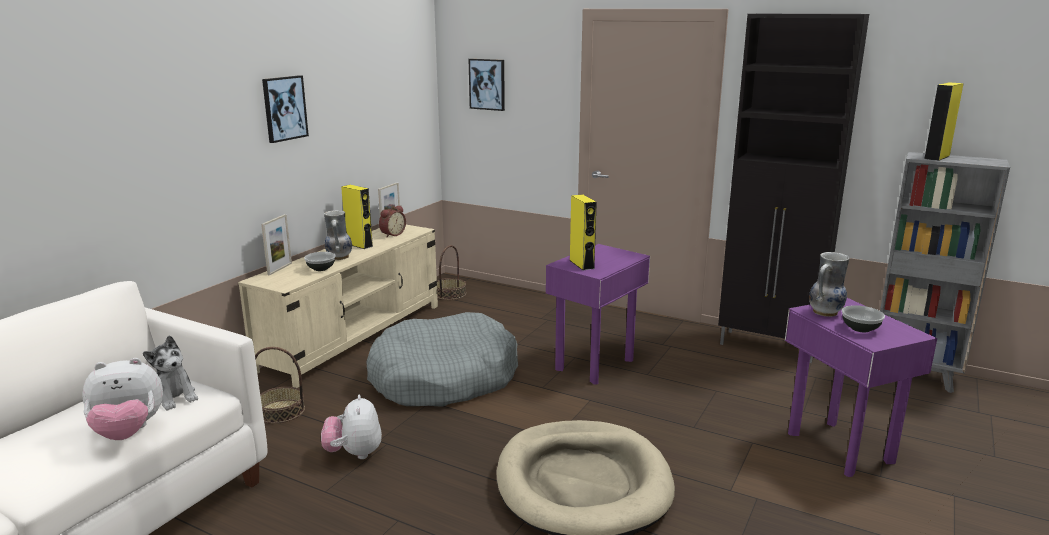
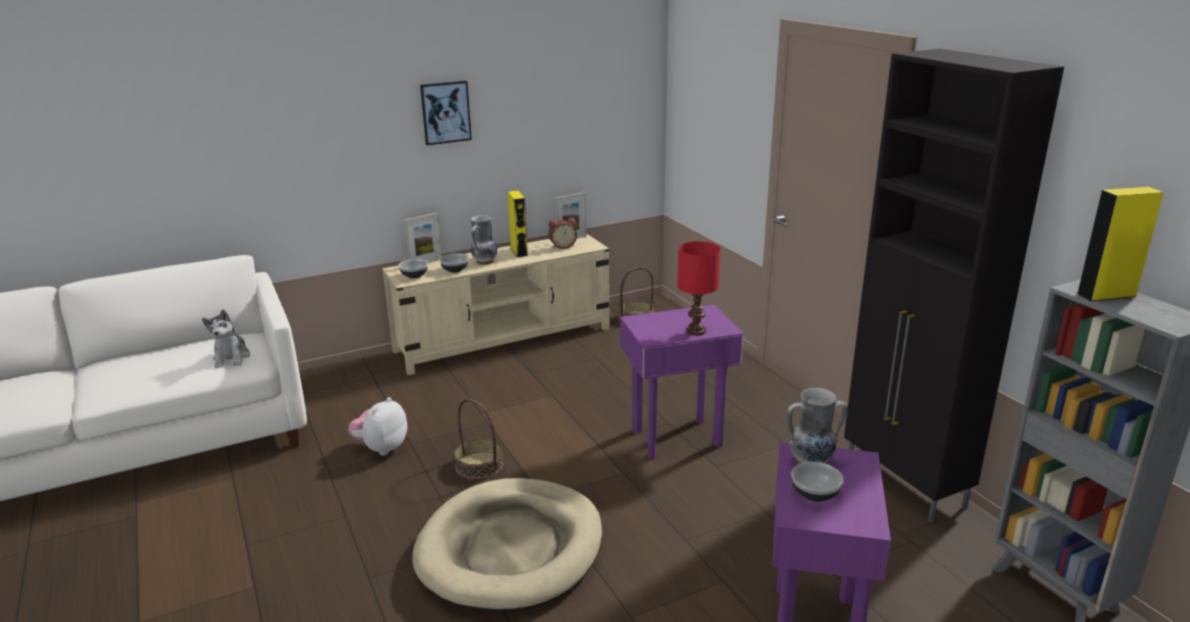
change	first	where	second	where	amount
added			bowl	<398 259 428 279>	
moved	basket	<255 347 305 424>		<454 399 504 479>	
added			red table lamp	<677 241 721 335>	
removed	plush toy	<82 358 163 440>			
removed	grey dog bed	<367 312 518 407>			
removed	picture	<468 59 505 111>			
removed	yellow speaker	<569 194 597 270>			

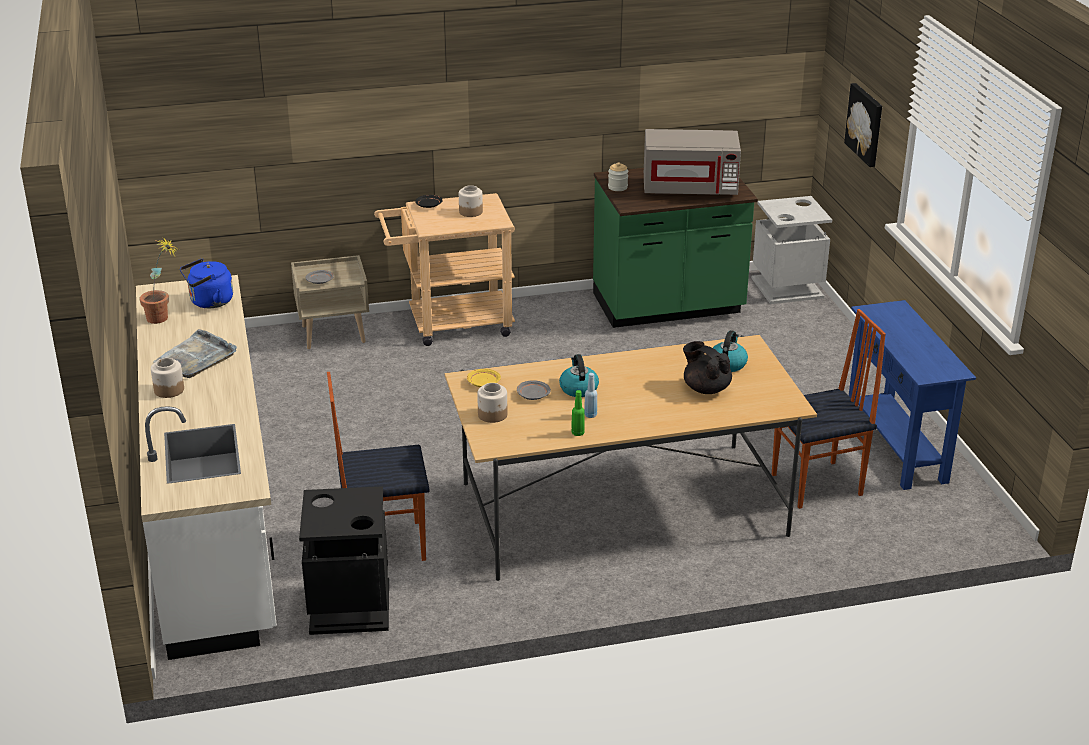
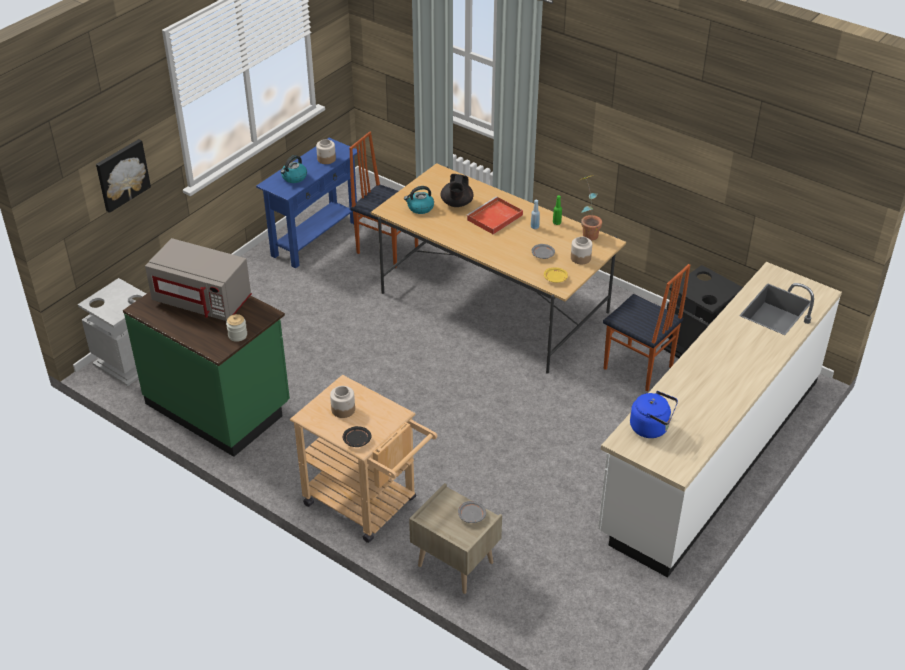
change	first	where	second	where	amount
turned	grey microwave	<644 129 741 195>		<145 238 252 321>	150 degrees clockwise
moved	kettle	<559 354 599 397>		<281 155 307 183>	
moved	jar	<151 358 184 398>		<316 139 336 164>	
added			red tray	<466 196 523 234>	
moved	potted plant	<139 237 179 324>		<579 175 602 240>	
removed	grey tray	<153 329 237 378>			

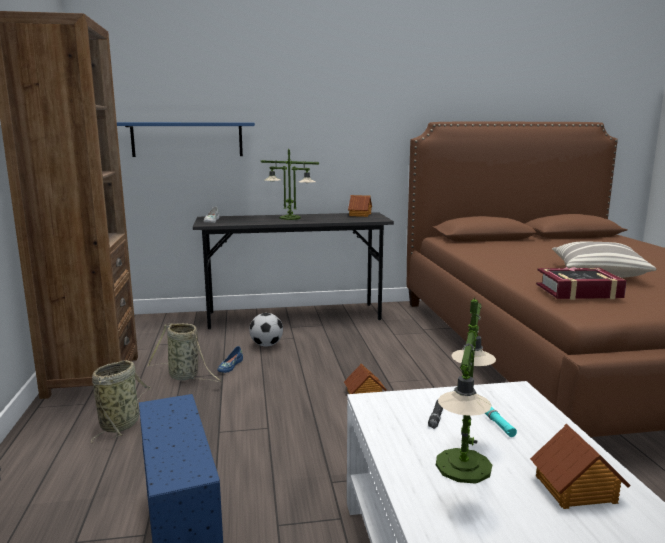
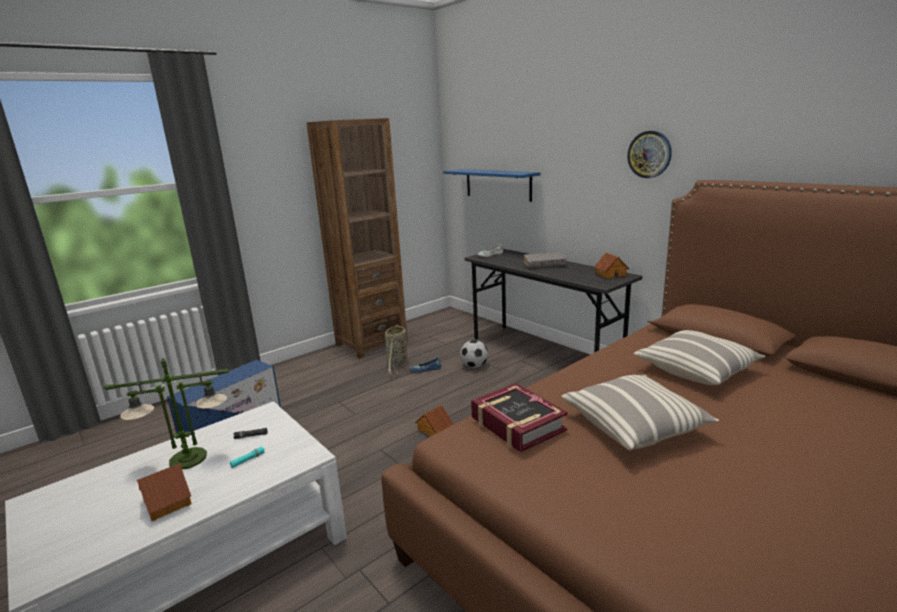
change	first	where	second	where	amount
replaced	table lamp	<261 150 319 220>	grey book	<524 252 567 267>	
added			wall clock	<627 131 672 178>	
added			pillow	<634 330 766 385>	
removed	basket	<91 360 151 443>			

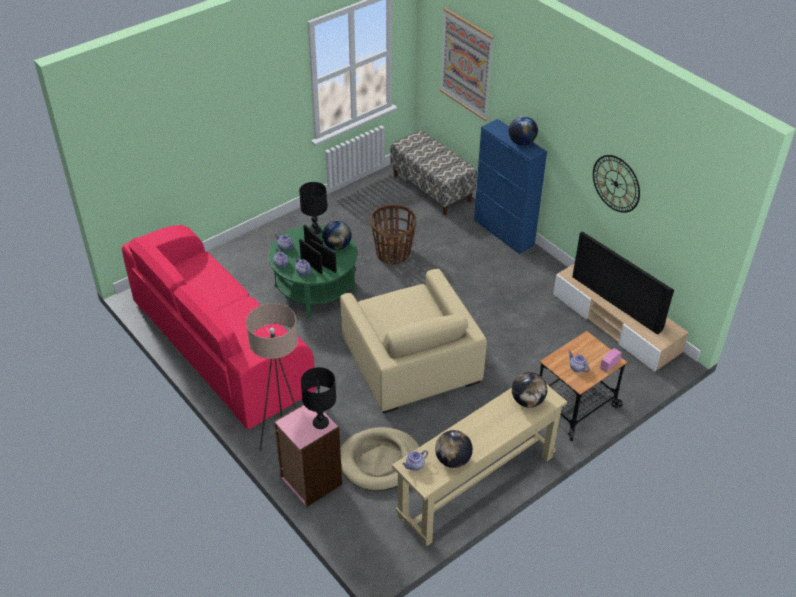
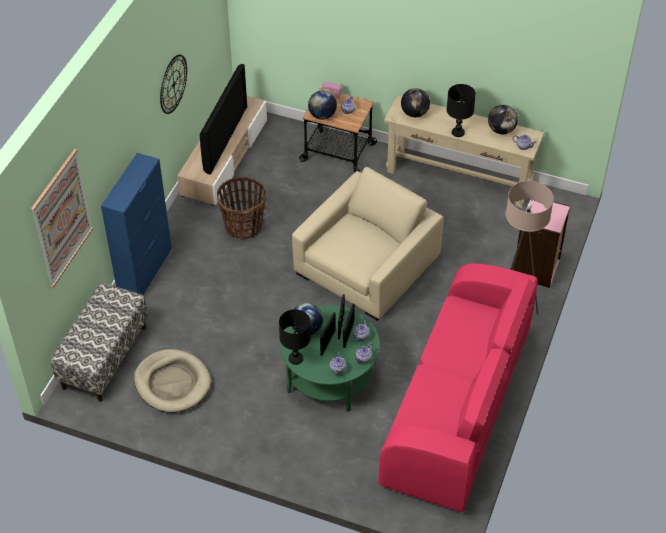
change	first	where	second	where	amount
moved	beige dog bed	<340 427 419 491>		<134 349 211 413>	
moved	basket	<370 205 416 265>		<217 177 267 239>	
moved	globe	<509 116 538 146>		<308 91 337 120>	
moved	black table lamp	<301 367 336 429>		<447 84 476 137>	

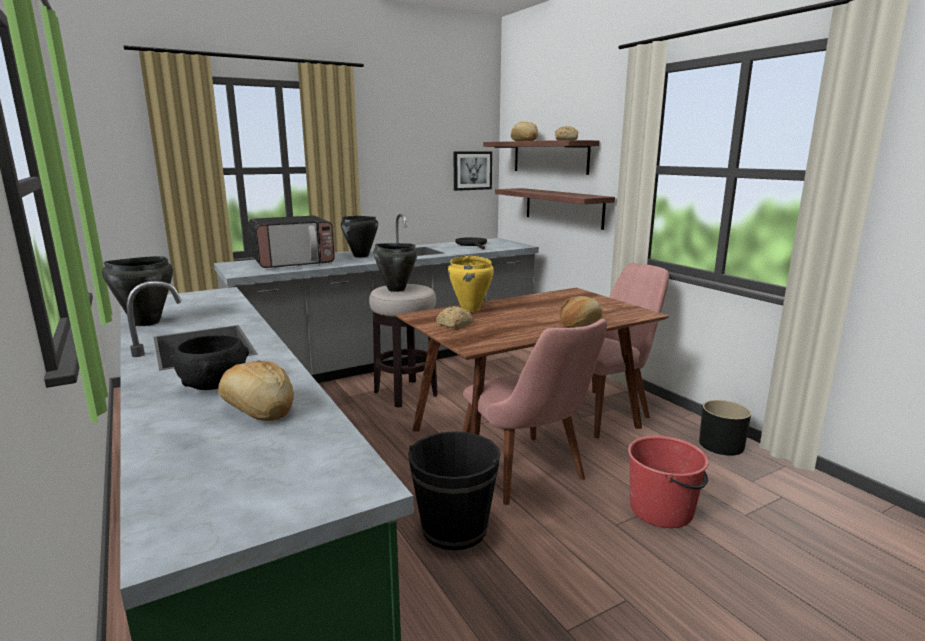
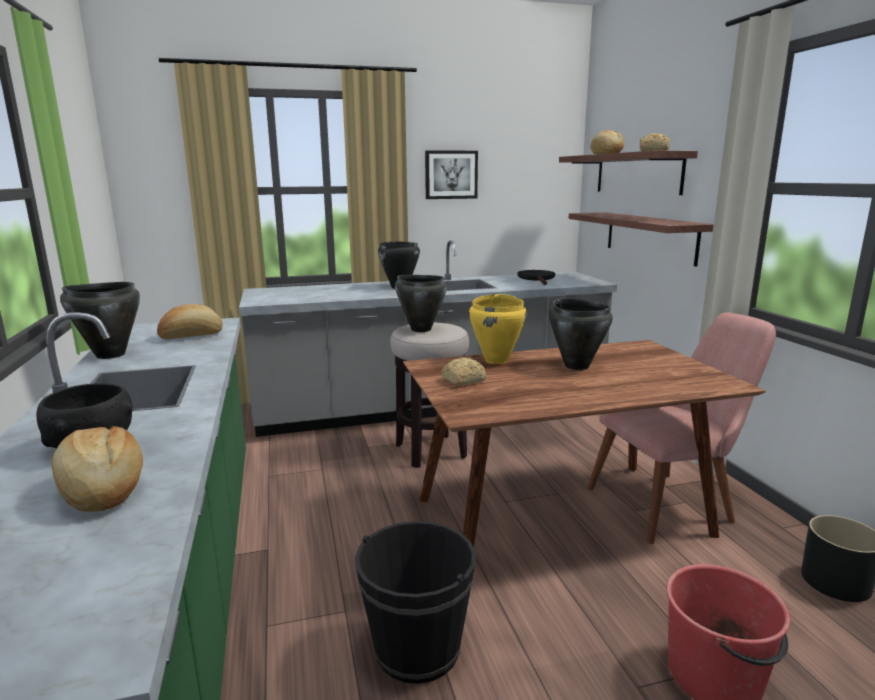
change	first	where	second	where	amount
moved	bread	<560 296 603 328>		<157 304 223 339>	
moved	picture	<454 152 492 191>		<425 150 478 199>	
added			black cooking pot	<549 298 613 370>	
removed	microwave	<248 216 335 268>			
removed	pink chair	<462 319 607 505>			

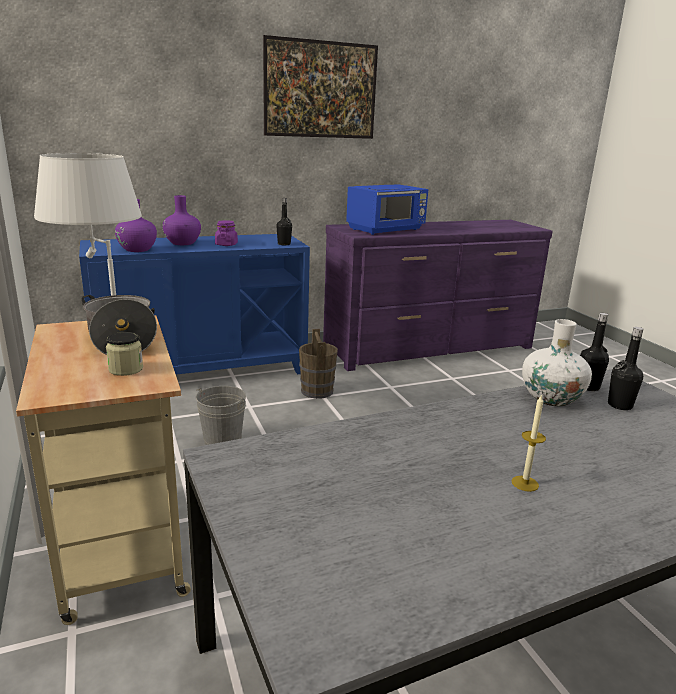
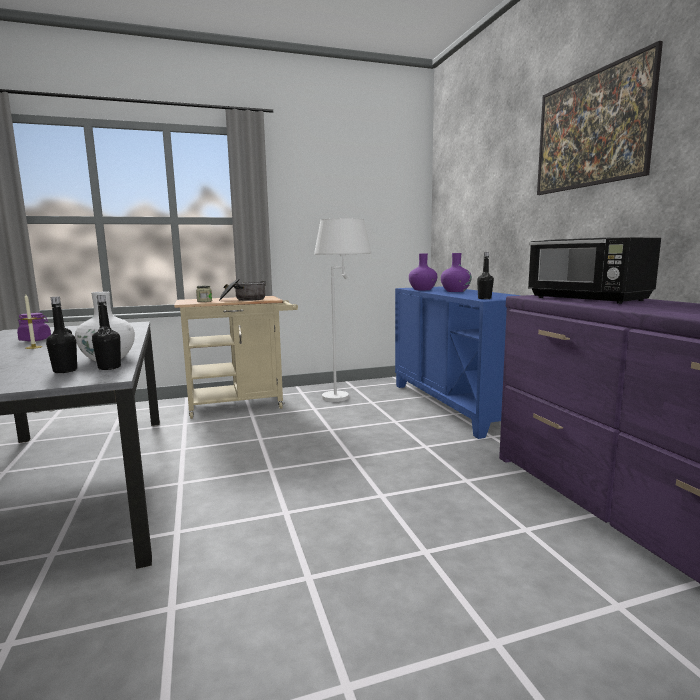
change	first	where	second	where	amount
moved	purple jar	<215 220 238 246>		<17 313 51 341>	
recoloured	blue microwave	<346 184 428 235>	black microwave	<528 237 661 304>	
removed	grey bucket	<196 386 246 445>			
removed	brown bucket	<299 329 338 399>			

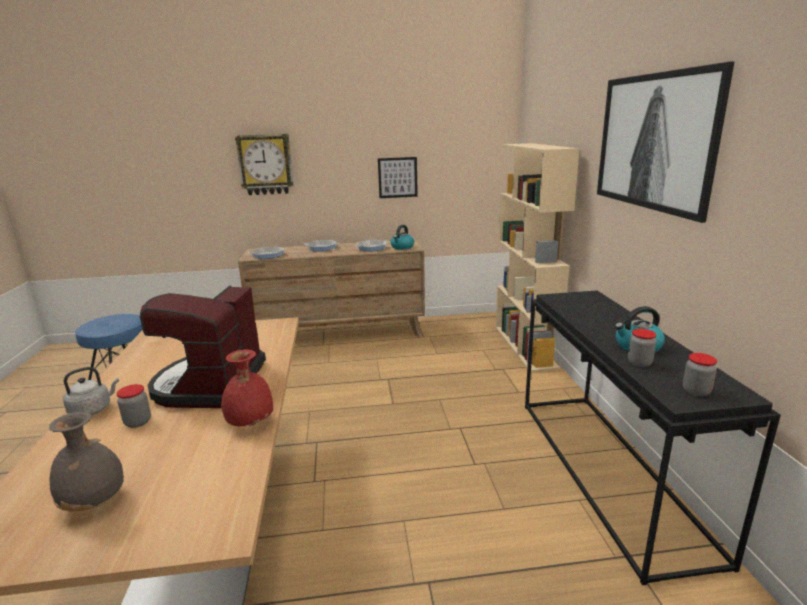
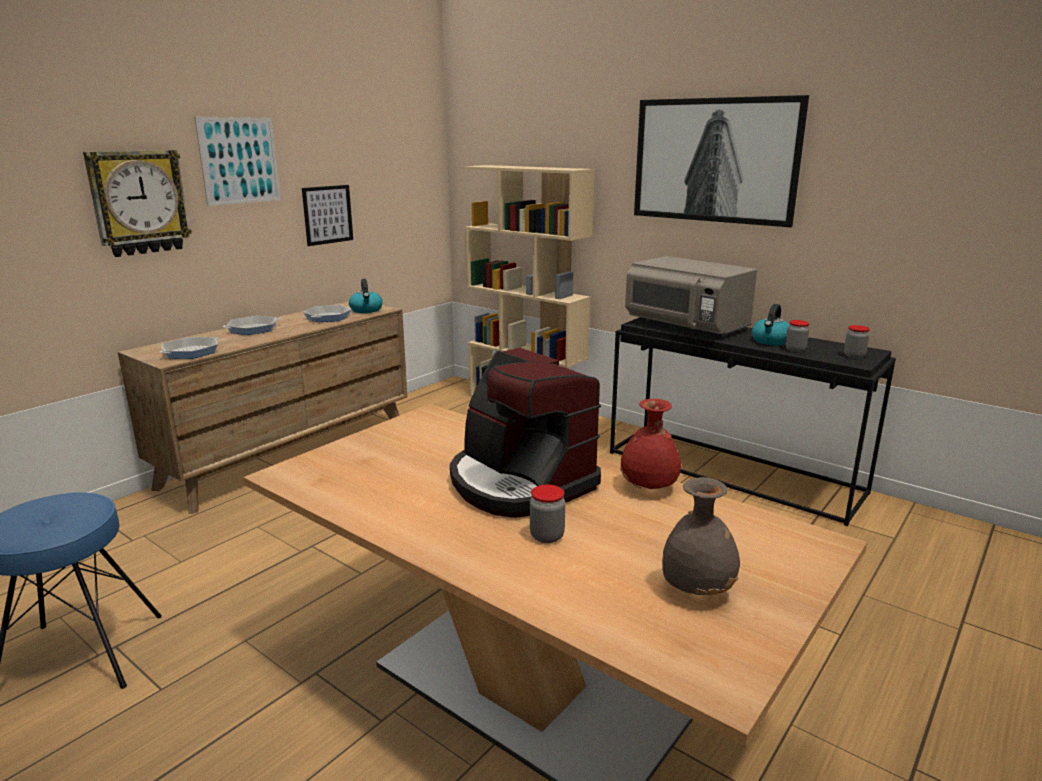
change	first	where	second	where	amount
added			picture	<194 117 281 206>	
added			grey microwave	<625 256 757 337>	
removed	grey kettle	<63 367 119 415>			

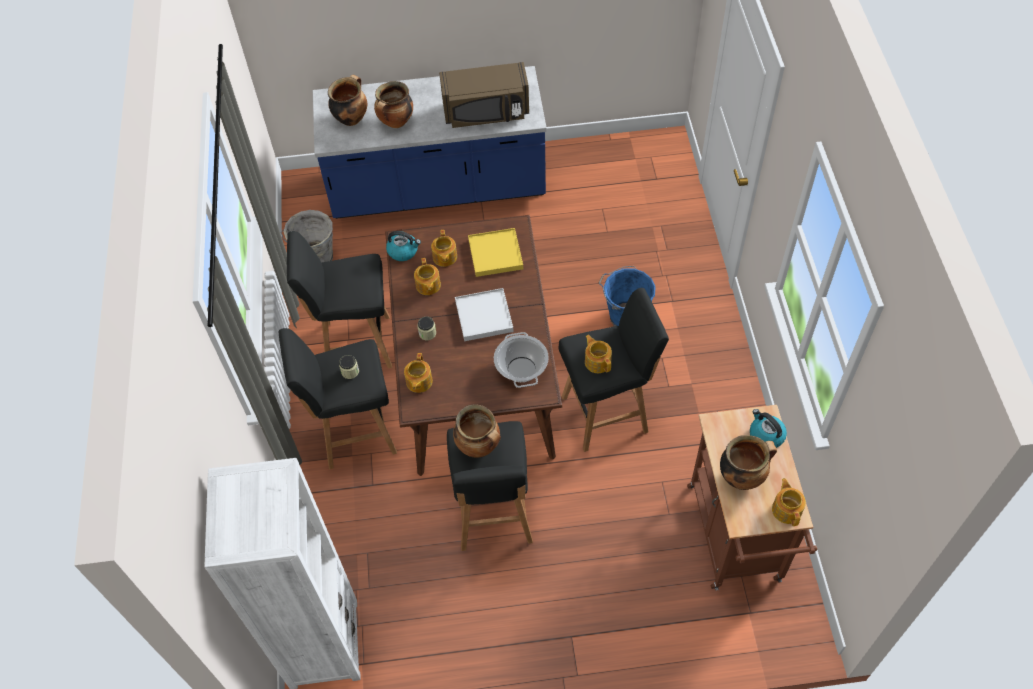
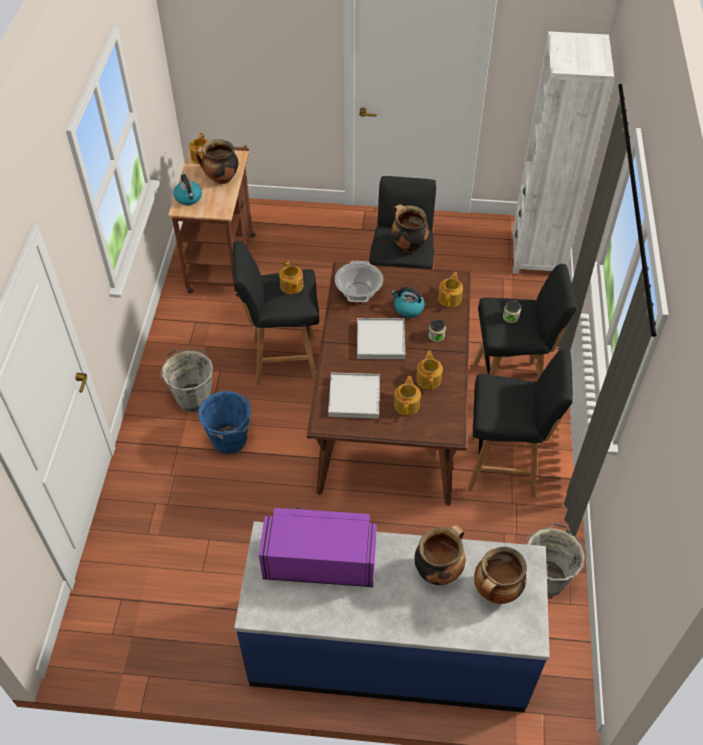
change	first	where	second	where	amount
added			grey bucket	<160 349 213 413>	
recoloured	brown microwave	<439 62 529 128>	purple microwave	<259 507 377 587>	
recoloured	yellow tray	<468 228 523 277>	white tray	<328 372 380 419>	
moved	kettle	<386 231 421 261>		<391 287 425 318>	

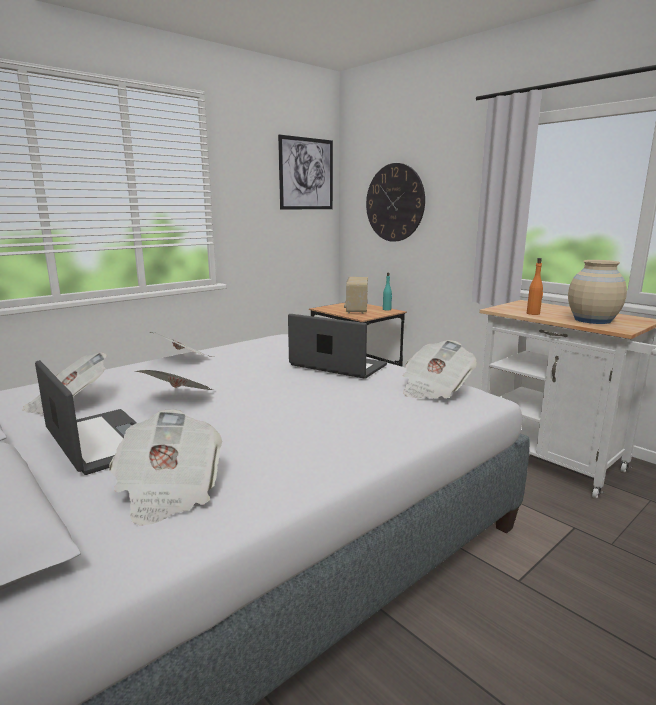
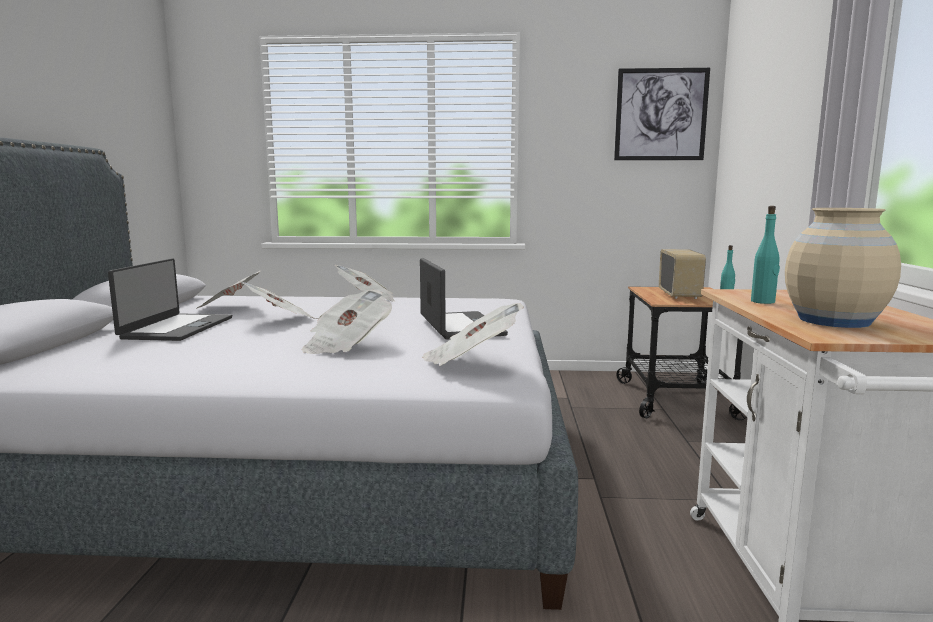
change	first	where	second	where	amount
moved	newspaper	<109 409 222 526>		<302 290 392 354>	
turned	radio	<344 277 368 314>		<659 249 706 299>	135 degrees clockwise
recoloured	orange bottle	<527 258 543 315>	turquoise bottle	<751 206 780 304>	
removed	wall clock	<366 163 425 242>			

